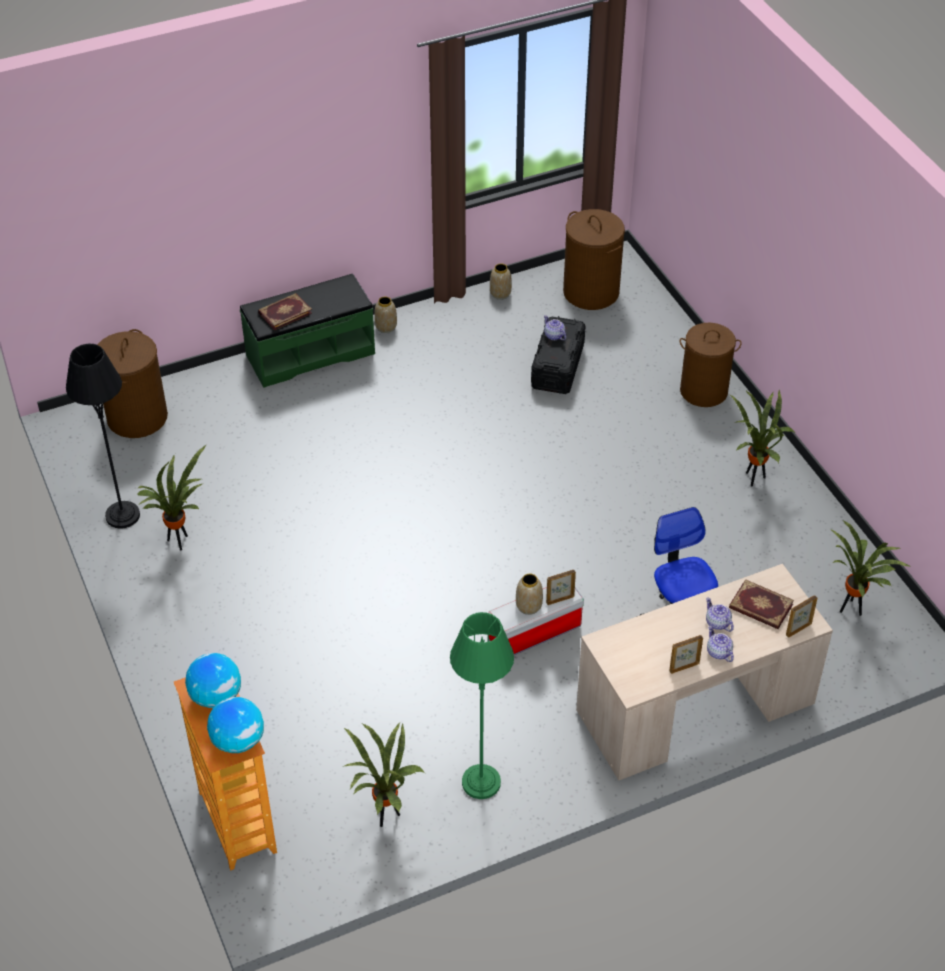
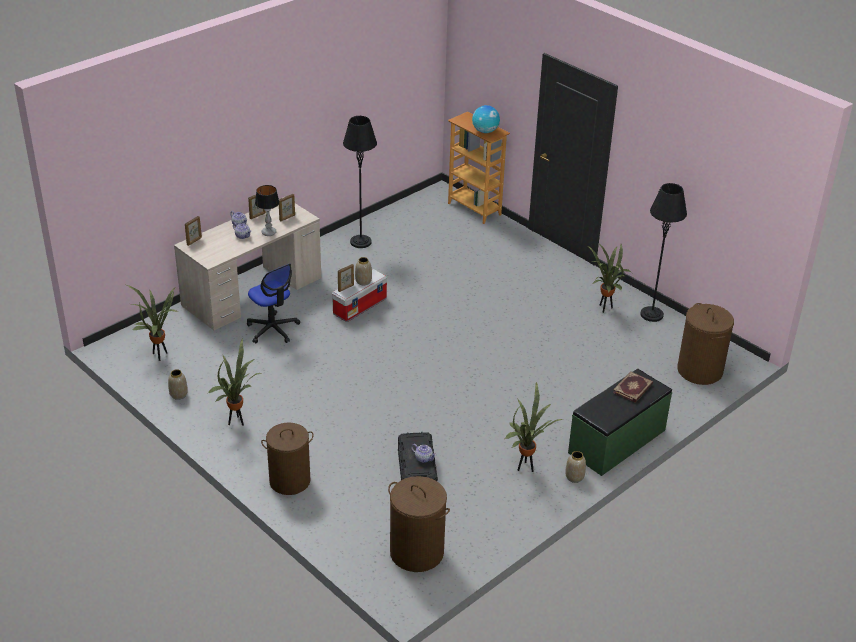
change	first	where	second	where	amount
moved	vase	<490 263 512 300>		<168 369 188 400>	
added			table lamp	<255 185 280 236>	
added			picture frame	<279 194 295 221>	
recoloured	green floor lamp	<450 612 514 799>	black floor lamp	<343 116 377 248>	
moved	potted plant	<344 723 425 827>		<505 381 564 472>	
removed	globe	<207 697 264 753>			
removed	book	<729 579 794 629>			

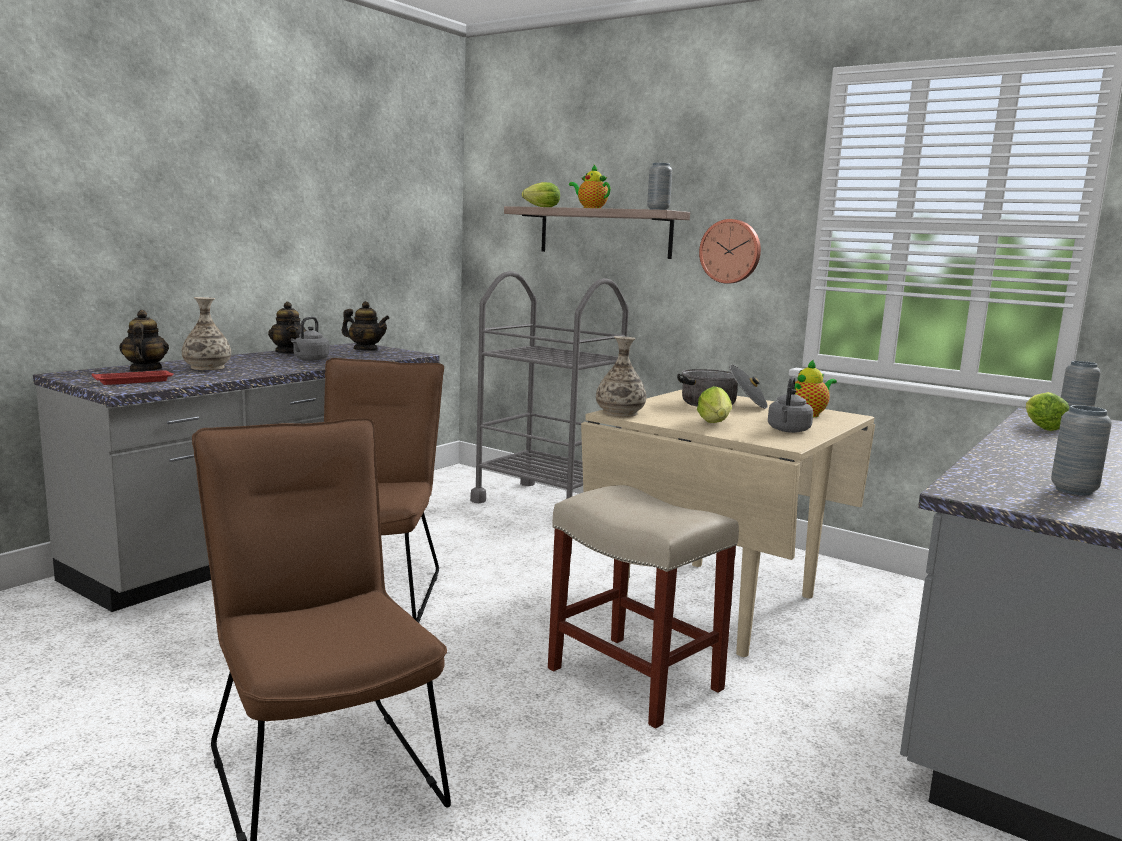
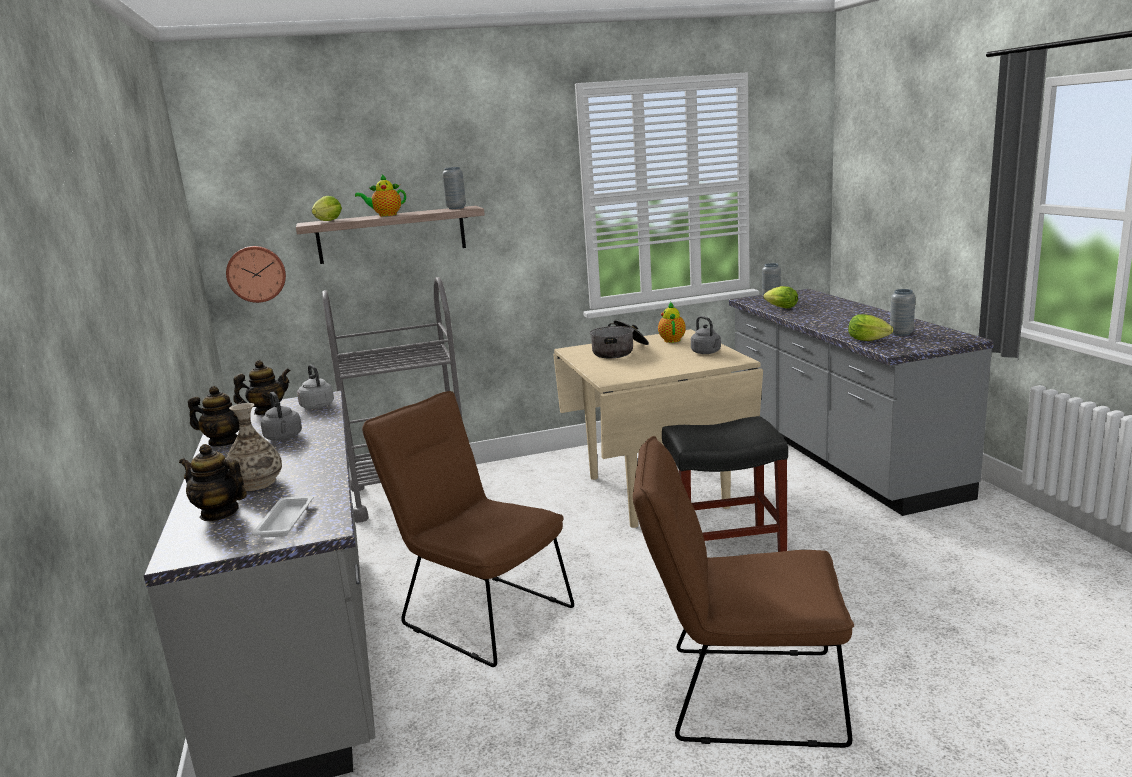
change	first	where	second	where	amount
moved	wall clock	<699 219 761 284>		<226 246 286 303>	
recoloured	red tray	<92 370 174 385>	white tray	<252 496 313 538>	
added			grey kettle	<297 364 334 409>	
recoloured	beige stool	<548 485 739 729>	black stool	<662 416 788 552>	
moved	lettuce	<697 386 732 423>		<848 314 893 341>	
removed	vase	<596 336 646 417>			

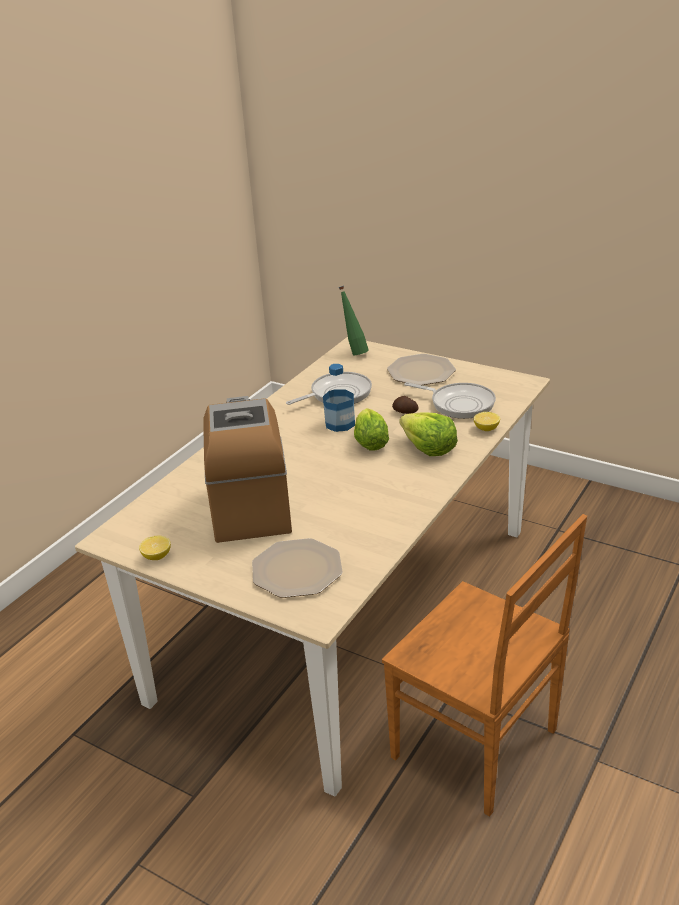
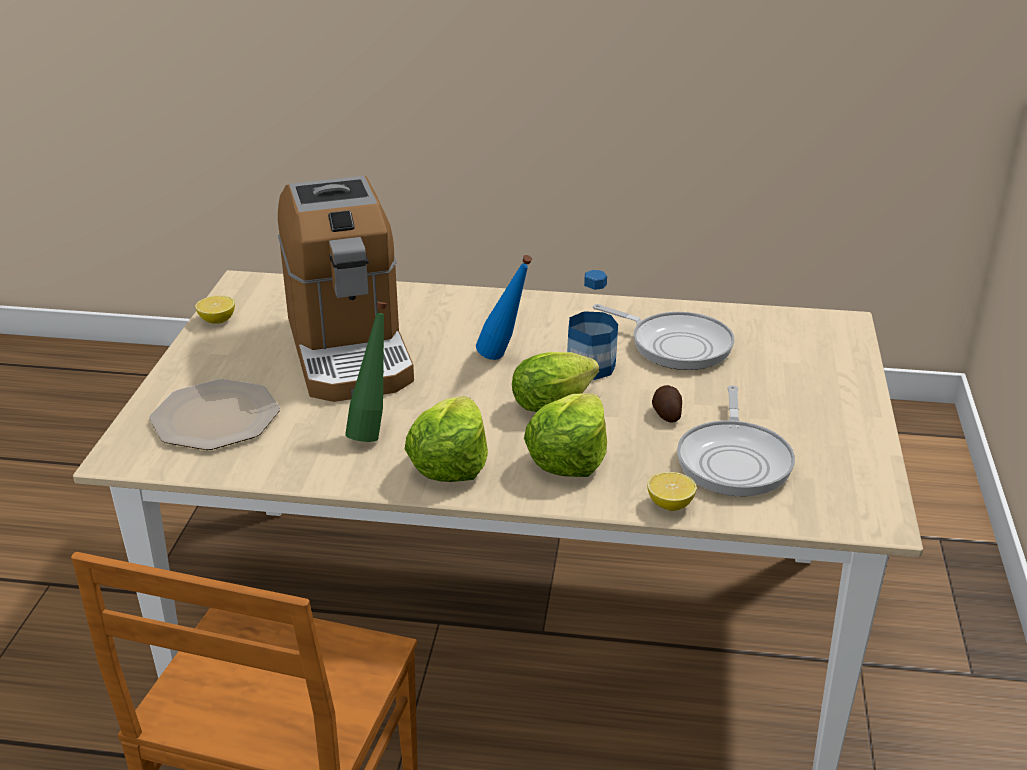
change	first	where	second	where	amount
turned	coffee machine	<203 396 292 543>		<278 176 414 402>	105 degrees clockwise
moved	green bottle	<339 286 369 356>		<345 302 387 442>	
added			lettuce	<405 396 488 482>	
added			blue bottle	<476 255 532 360>	
removed	plate	<387 354 456 385>			

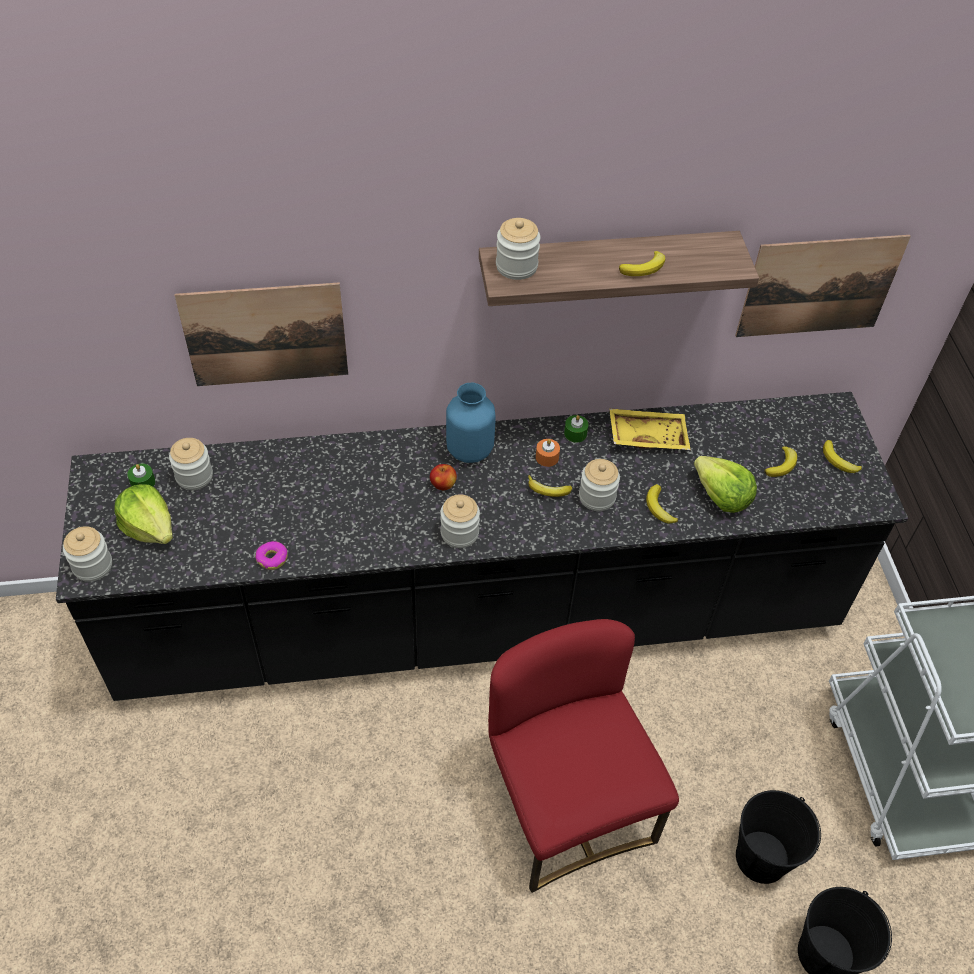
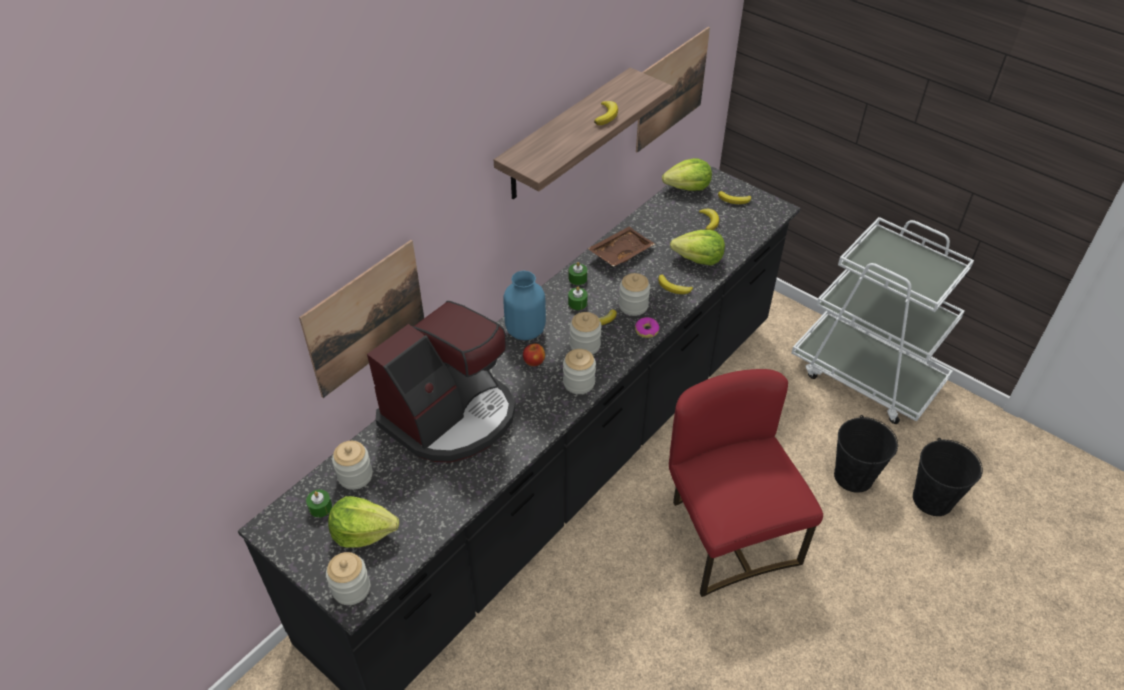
change	first	where	second	where	amount
added			coffee machine	<367 301 515 463>	
recoloured	orange candle	<536 439 560 467>	green candle	<568 287 588 310>	
moved	jar	<496 218 540 280>		<570 312 602 355>	
recoloured	yellow tray	<609 408 691 450>	brown tray	<587 226 655 267>	
moved	donut	<255 541 288 570>		<635 317 659 338>	
added			lettuce	<662 158 712 191>	
turned	red chair	<488 619 679 893>		<669 369 823 597>	45 degrees clockwise

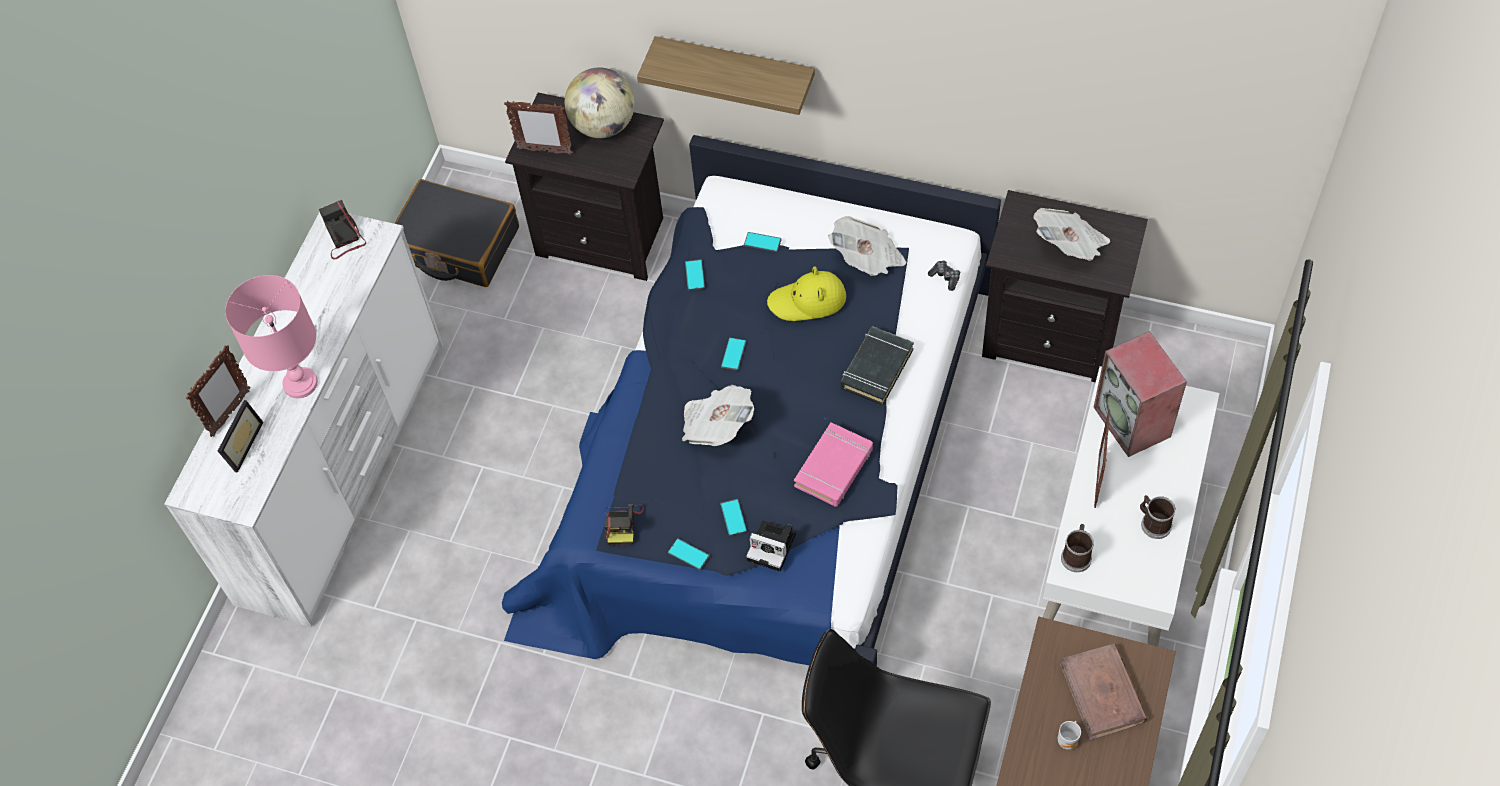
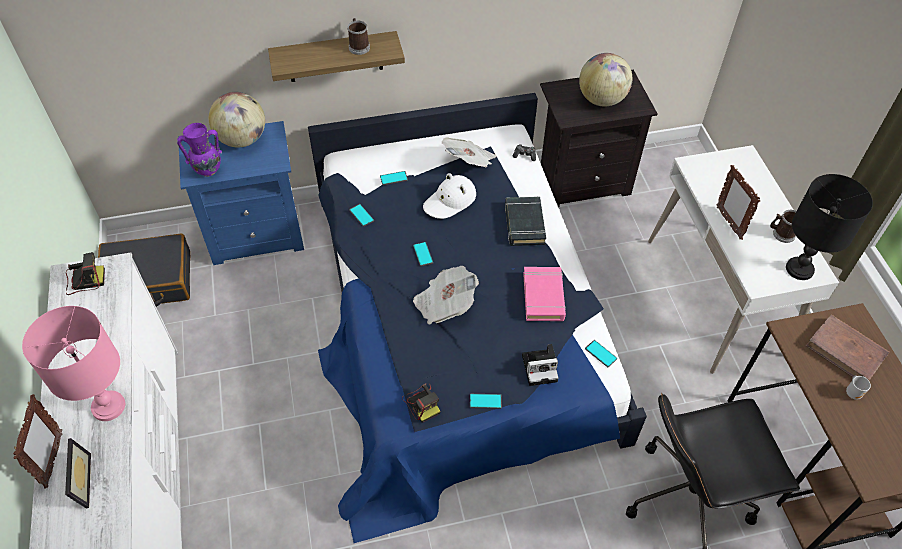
change	first	where	second	where	amount
turned	photo camera	<319 200 366 260>		<66 252 105 295>	135 degrees clockwise
replaced	picture frame	<504 100 573 155>	purple vase	<177 123 222 177>	
recoloured	black nightstand	<505 93 664 281>	blue nightstand	<178 121 304 265>	
moved	mug	<1061 524 1094 572>		<348 18 370 55>	
recoloured	yellow hat	<767 266 846 321>	white hat	<423 173 476 219>	
replaced	newspaper	<1034 208 1110 261>	globe	<579 53 632 107>	
moved	phone	<720 499 747 536>		<585 340 617 367>	
added			black table lamp	<786 174 873 280>	
removed	speaker	<1094 331 1187 457>			

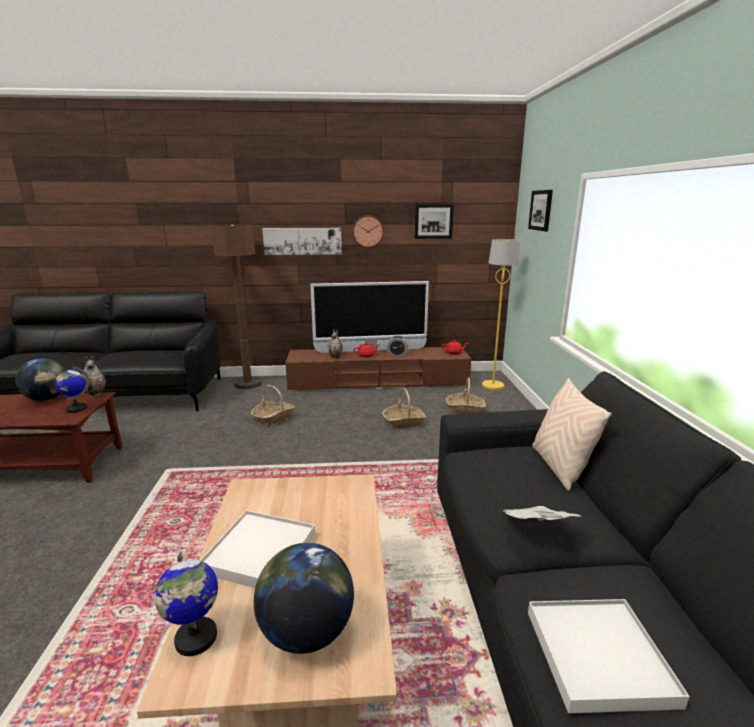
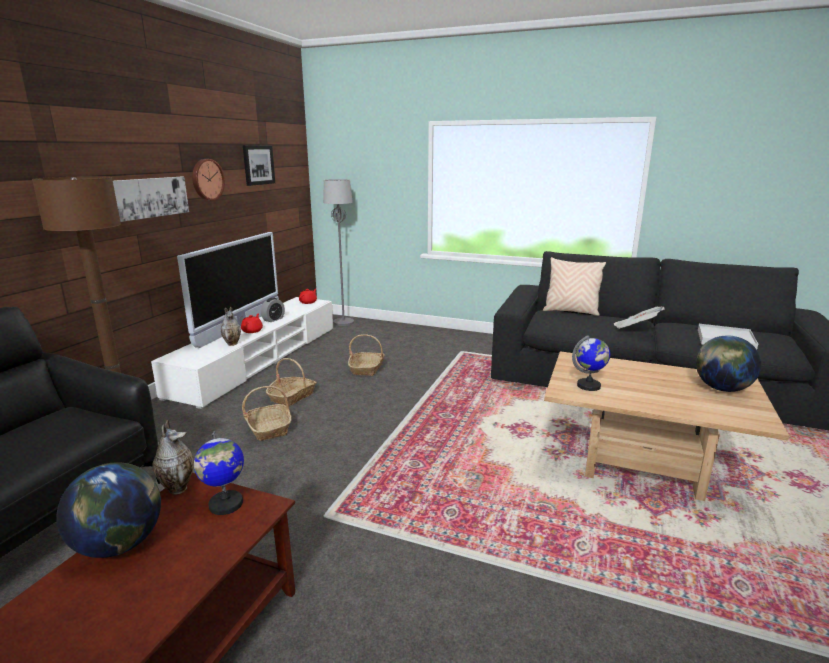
change	first	where	second	where	amount
recoloured	brown tv stand	<286 347 471 391>	white tv stand	<151 297 333 409>	
moved	basket	<446 378 486 414>		<266 358 317 406>	
recoloured	yellow floor lamp	<482 239 520 390>	grey floor lamp	<323 179 354 326>	
moved	globe	<154 551 218 656>		<572 335 610 391>	
removed	white tray	<200 510 315 588>			
removed	picture	<528 190 553 231>			

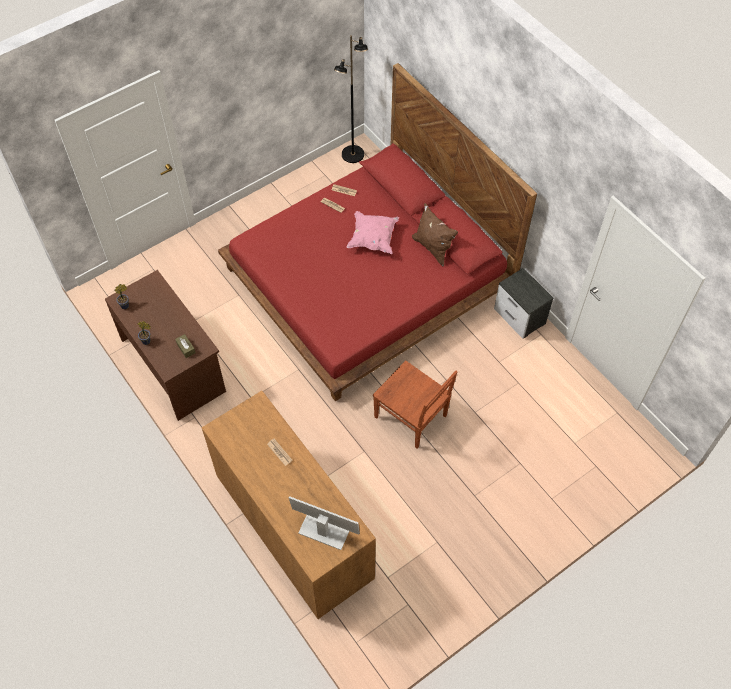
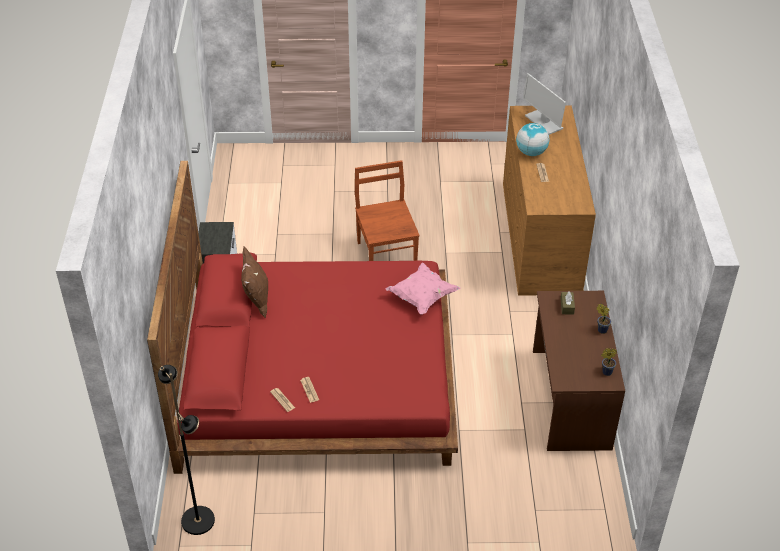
change	first	where	second	where	amount
moved	pink pillow	<346 211 399 254>		<385 263 461 314>	
added			globe	<516 123 550 156>	

